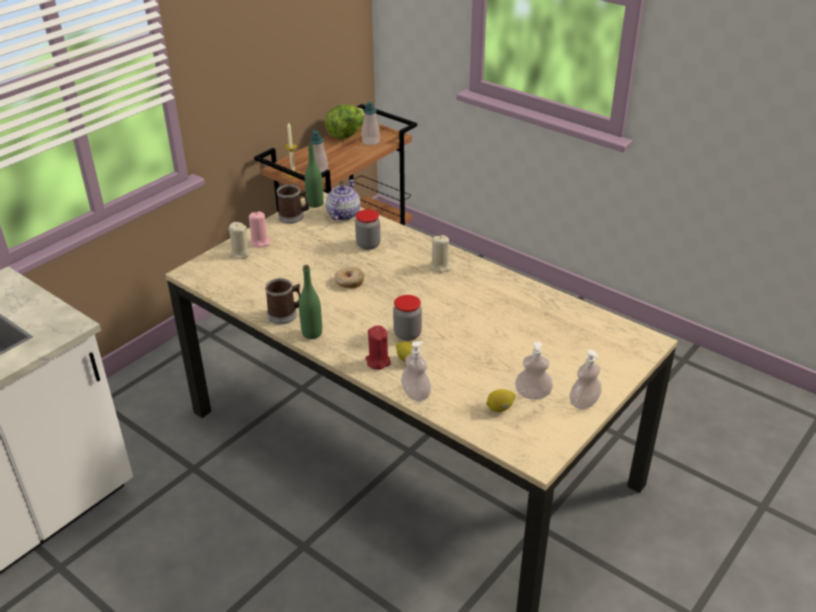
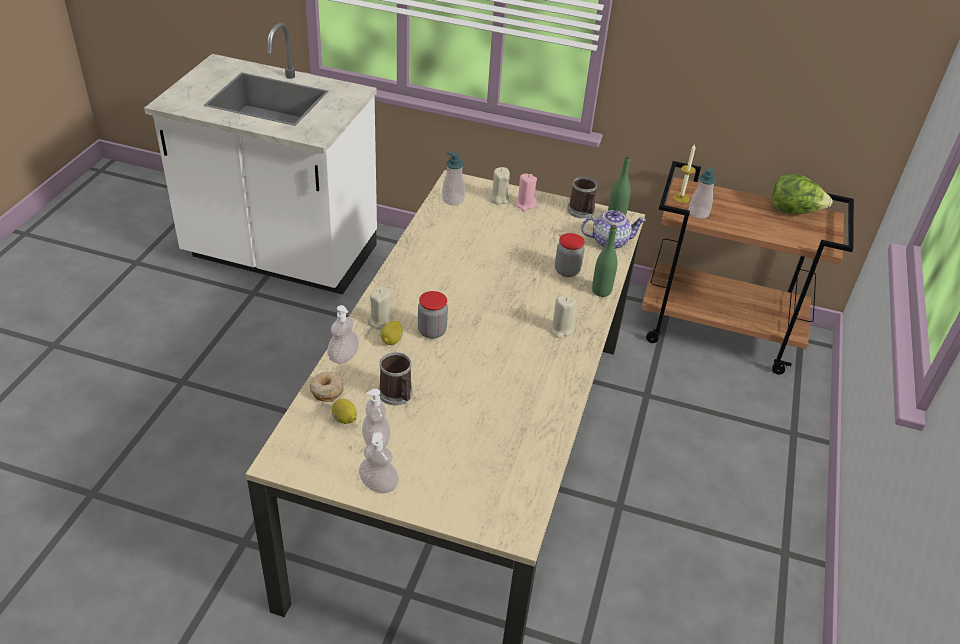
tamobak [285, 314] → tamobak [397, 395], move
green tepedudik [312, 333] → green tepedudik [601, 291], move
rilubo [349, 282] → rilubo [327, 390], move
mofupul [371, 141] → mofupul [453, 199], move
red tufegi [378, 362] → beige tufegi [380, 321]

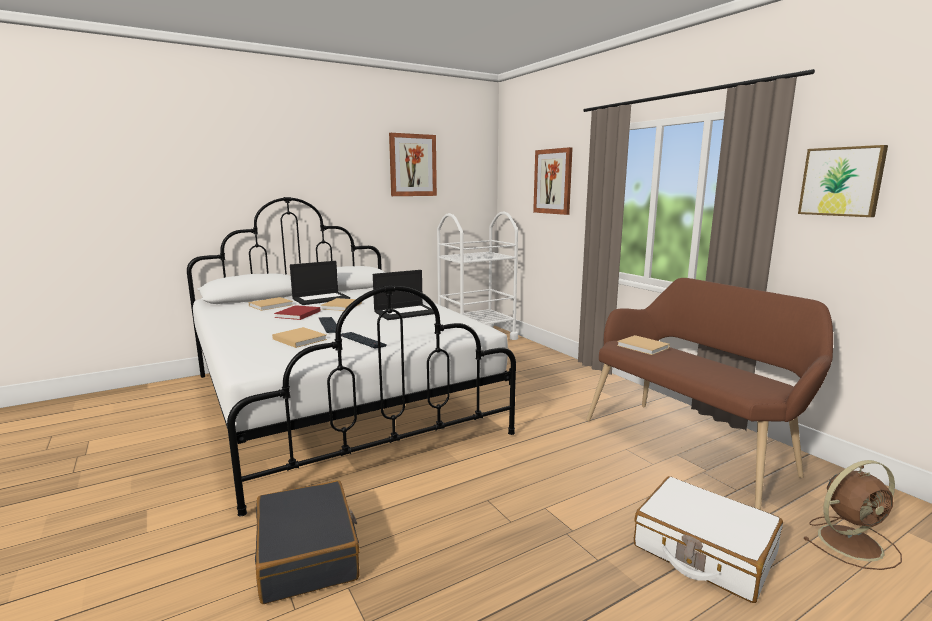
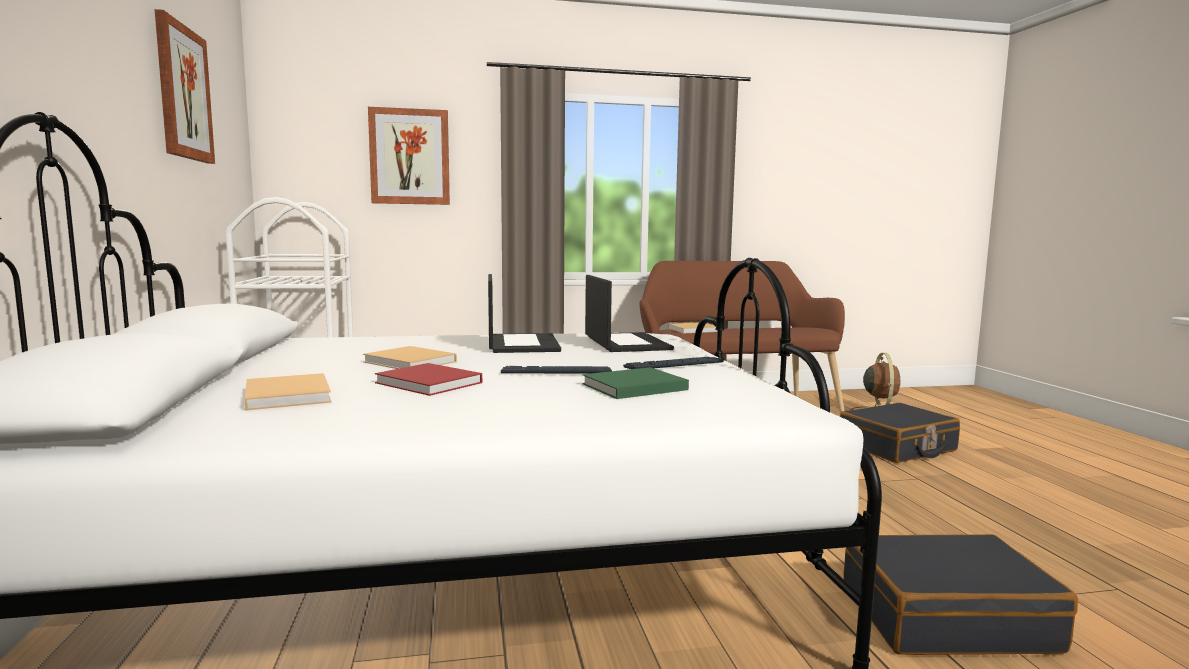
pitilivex [842, 181] → -
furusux [321, 298] → furusux [625, 343], move
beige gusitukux [299, 339] → green gusitukux [632, 387]
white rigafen [703, 551] → black rigafen [897, 447]

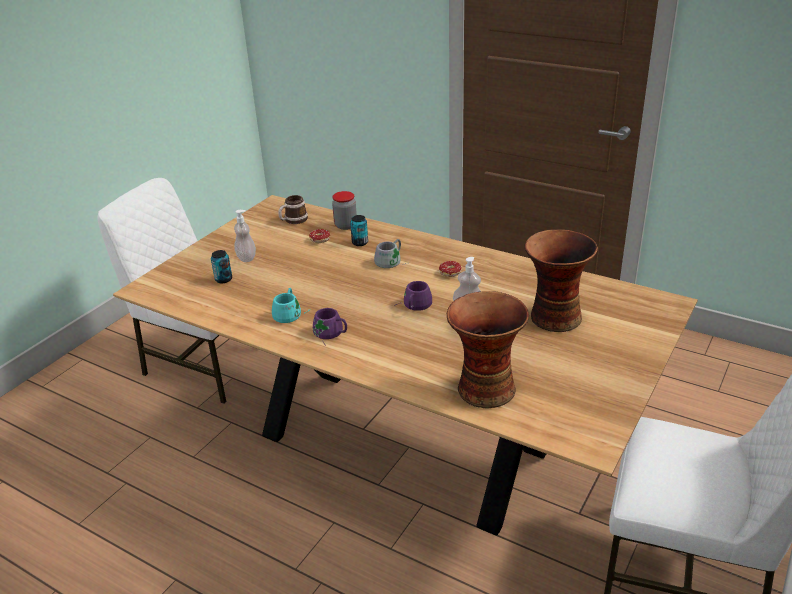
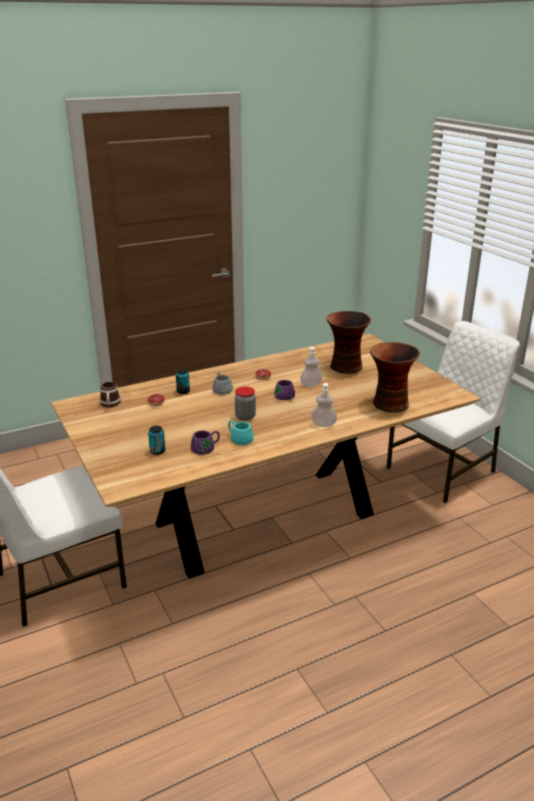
mofupul [246, 258] → mofupul [323, 424], move
purple tamobak [329, 334] → purple tamobak [206, 449], move
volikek [345, 225] → volikek [245, 417], move

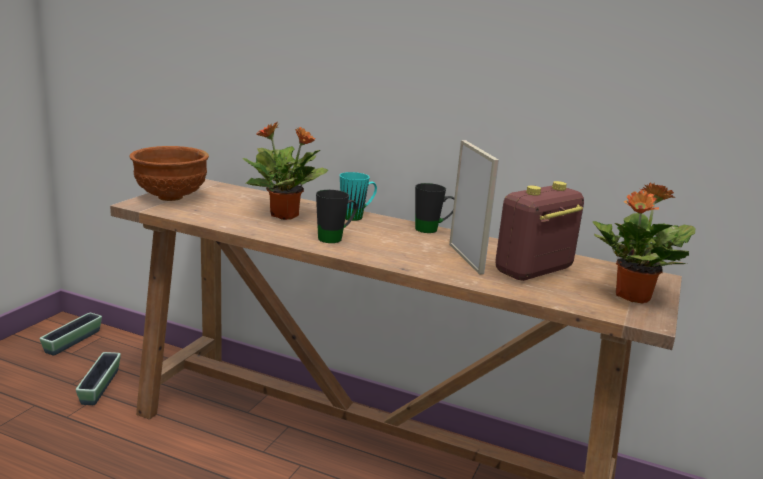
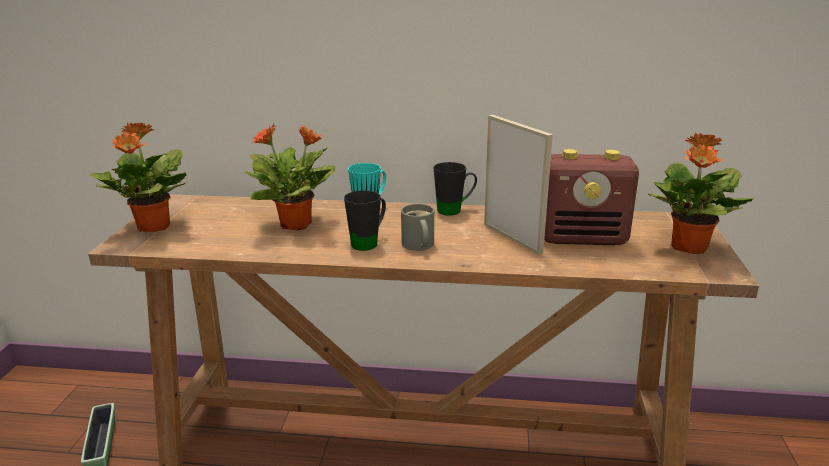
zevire [73, 341] → -
- → grey tamobak [417, 245]
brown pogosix [170, 197] → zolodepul [153, 227]
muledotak [533, 271] → muledotak [583, 239], 120 degrees counterclockwise

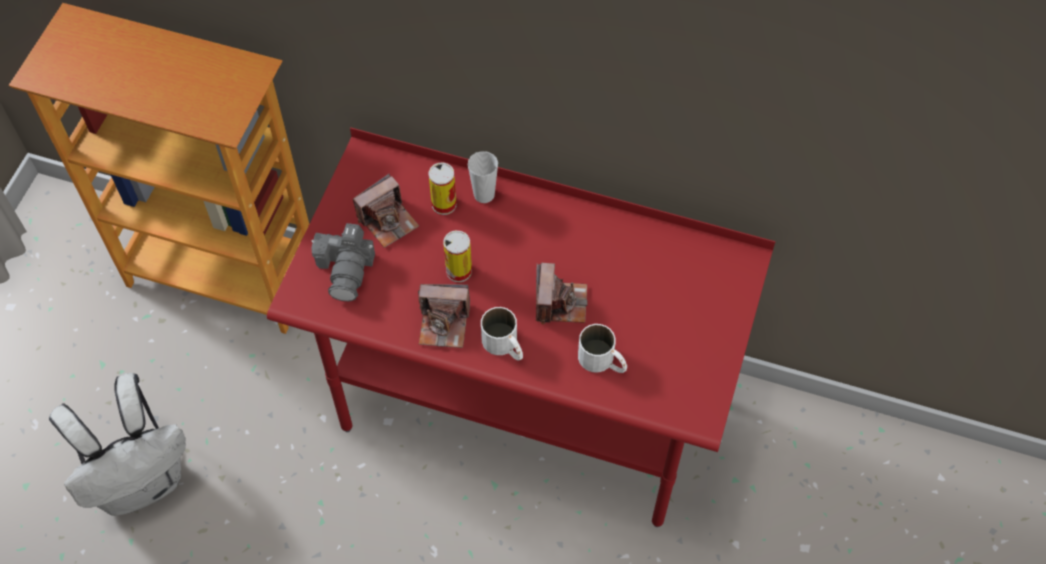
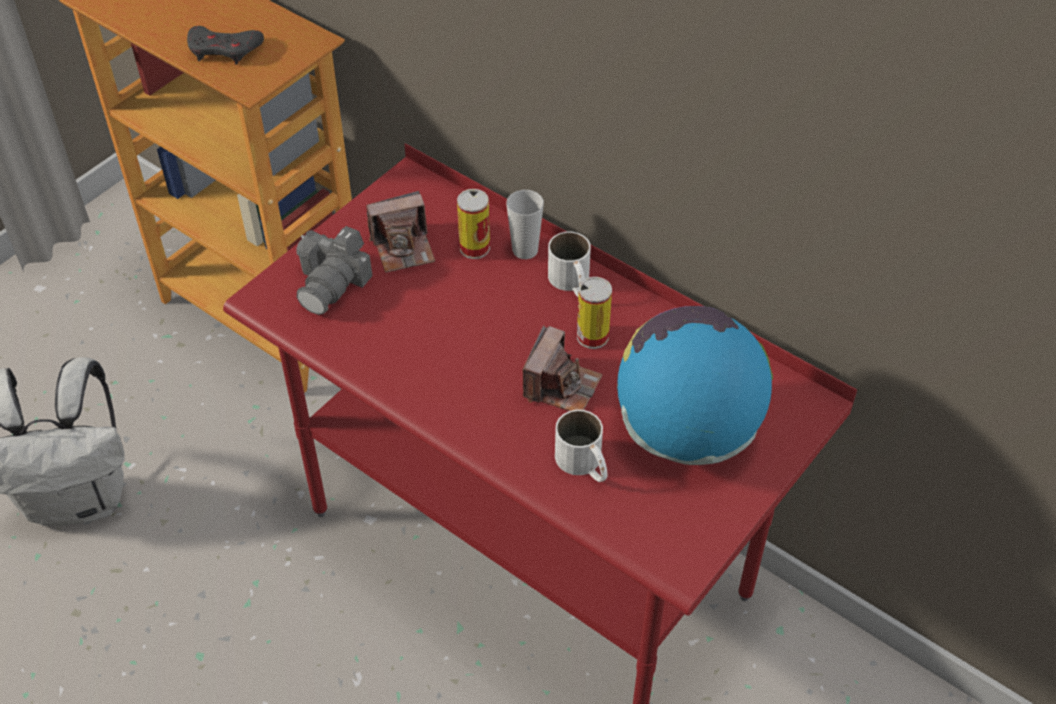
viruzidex [444, 324] → -
- → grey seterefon [224, 49]
- → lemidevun [687, 431]
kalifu [459, 271] → kalifu [592, 336], move
white tamobak [505, 346] → white tamobak [572, 283], move

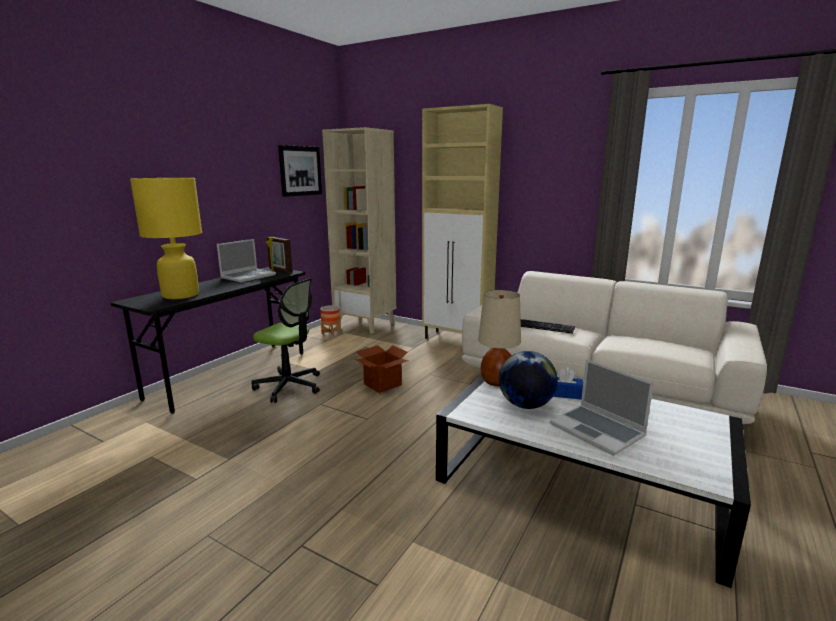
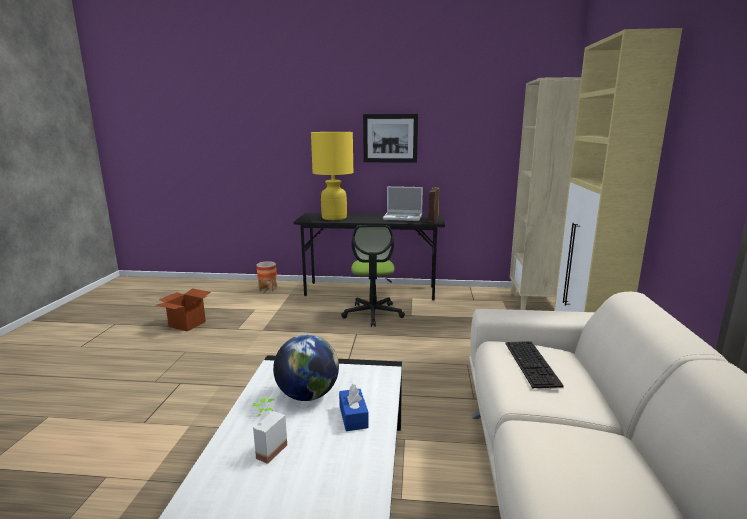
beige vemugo [497, 382] → -
pitilivex [300, 171] → pitilivex [390, 138], move
zevire [331, 333] → zevire [268, 289], move
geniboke [382, 384] → geniboke [187, 324], move
furusux [598, 431] → zolodepul [266, 449]

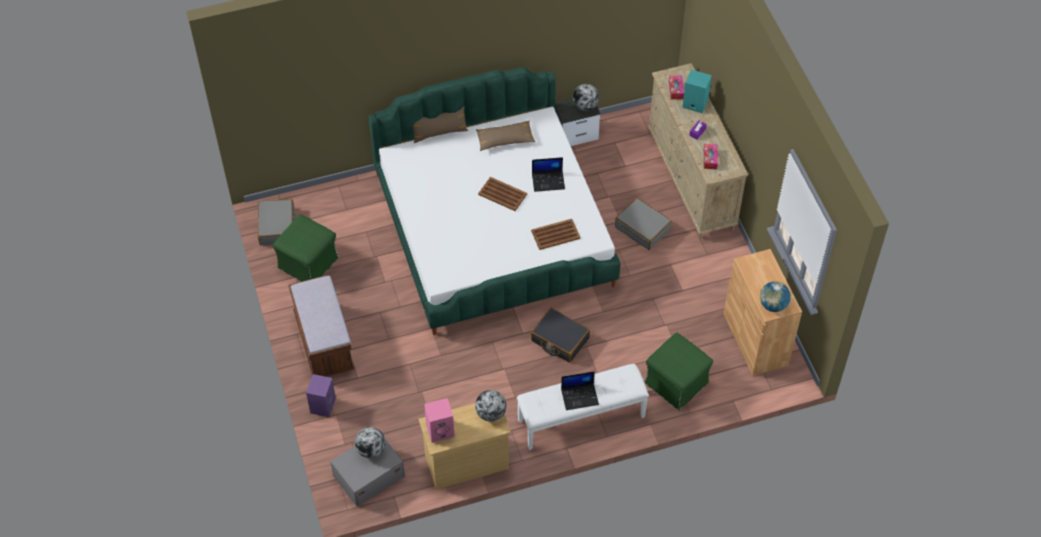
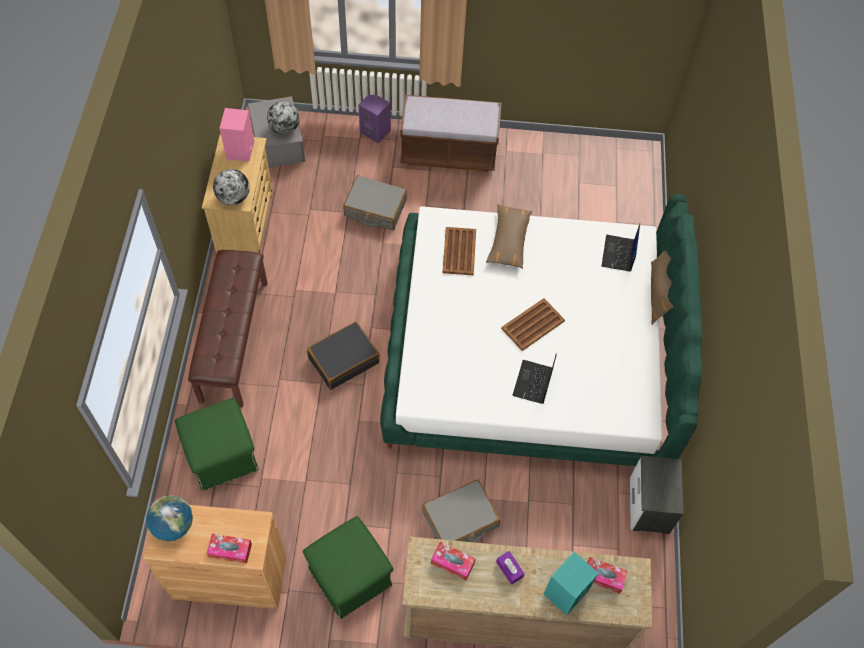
lemidevun [585, 106] → -
- → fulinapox [230, 550]
grey rigafen [277, 227] → grey rigafen [375, 209], move
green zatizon [308, 262] → green zatizon [350, 577], move
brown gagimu [505, 139] → brown gagimu [509, 240], move
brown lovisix [555, 234] → brown lovisix [459, 251], move
furusux [580, 396] → furusux [619, 254], move
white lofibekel [581, 419] → brown lofibekel [233, 340]

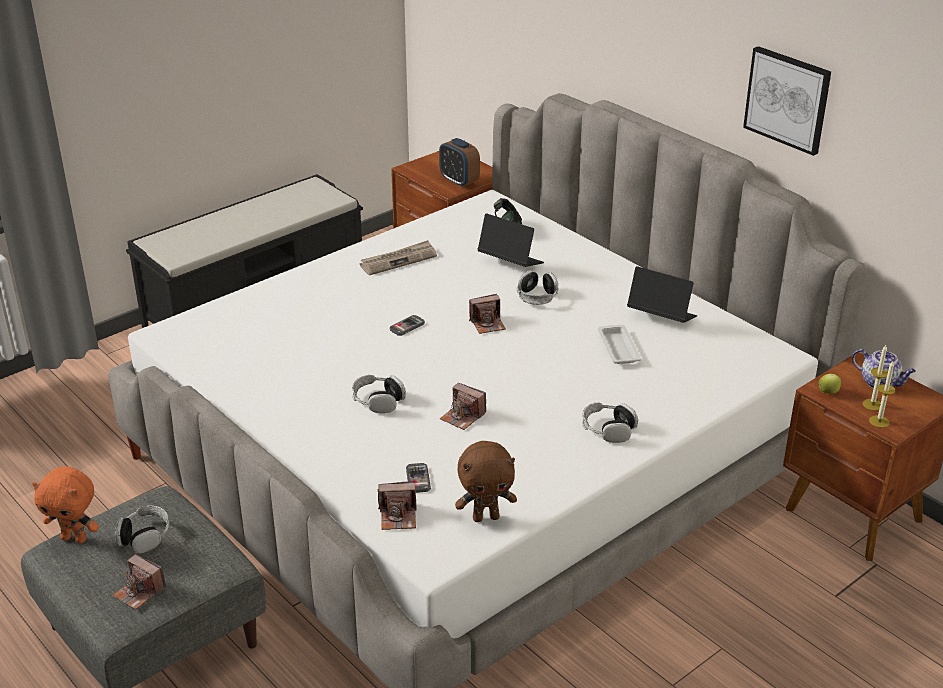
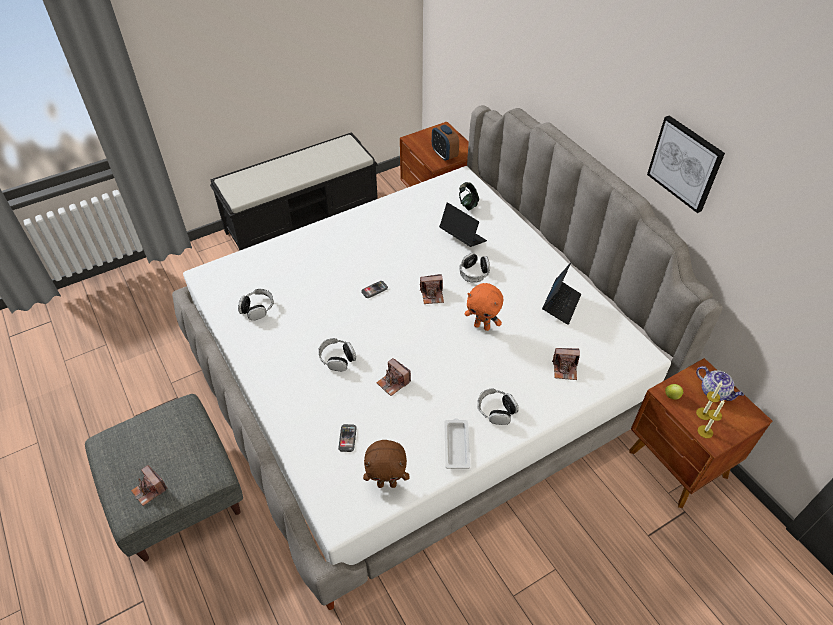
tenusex [398, 260] → -
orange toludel [75, 538] → orange toludel [482, 326], move
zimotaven [144, 536] → zimotaven [257, 308], move
viruzidex [398, 516] → viruzidex [565, 369], move
white lovisix [618, 347] → white lovisix [456, 445], move
furusux [661, 317] → furusux [561, 304], 75 degrees clockwise

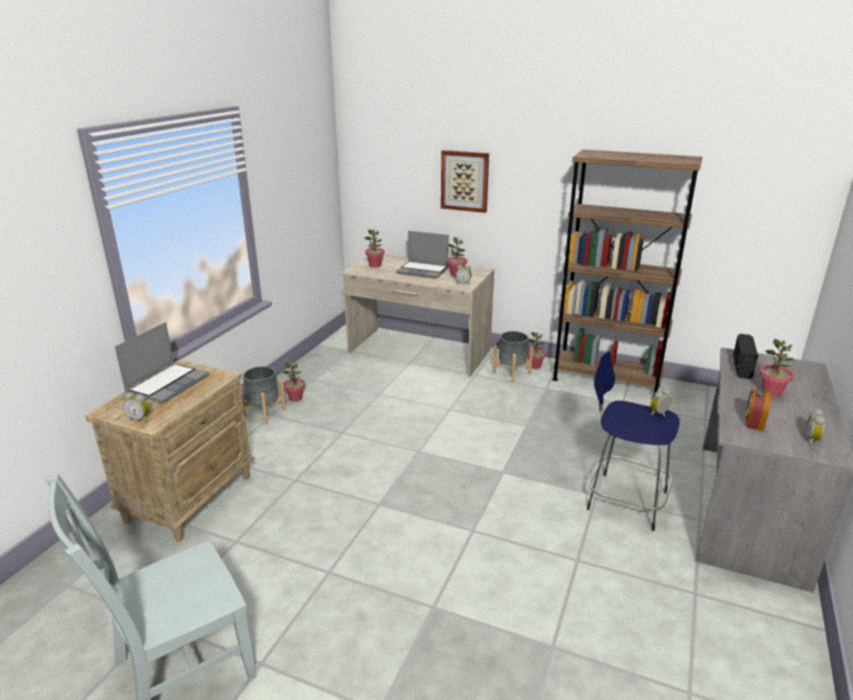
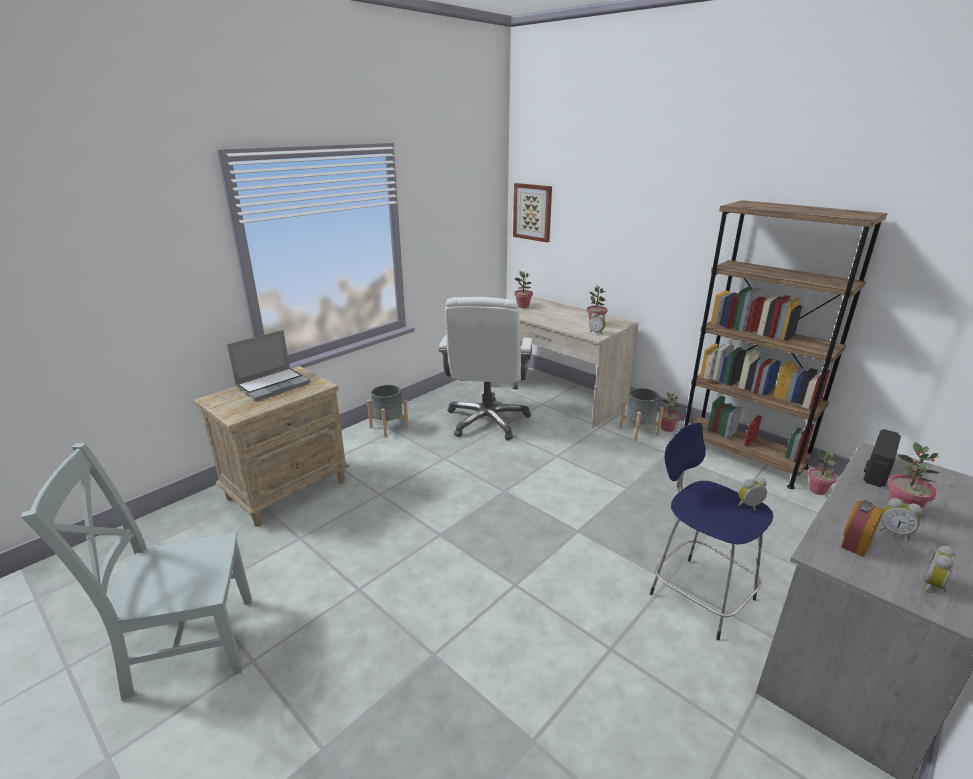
furusux [423, 271] → -
- → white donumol [487, 420]
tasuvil [140, 419] → tasuvil [894, 532], move
zolodepul [295, 398] → zolodepul [817, 490], move
pitilivex [465, 181] → pitilivex [533, 212], move

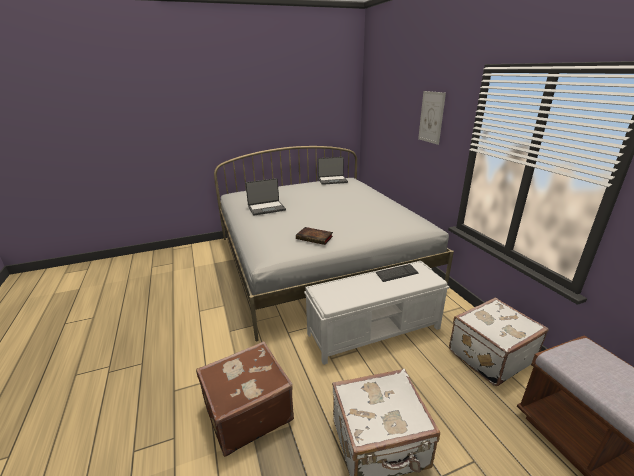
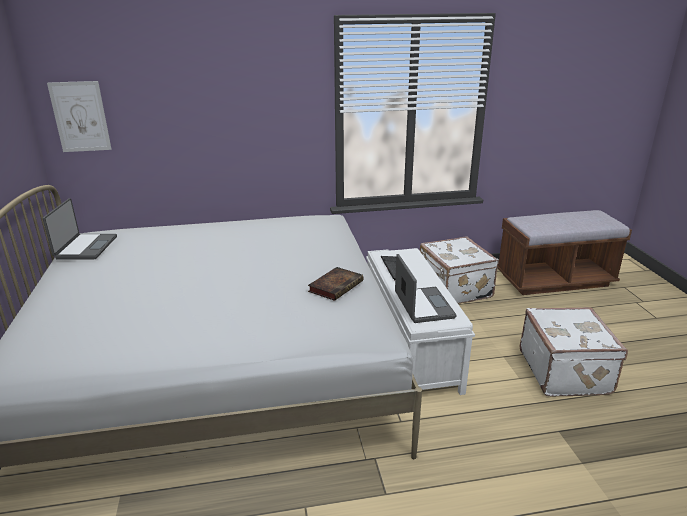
brown rigafen [247, 412] → -
furusux [266, 208] → furusux [422, 306], move
pitilivex [431, 117] → pitilivex [80, 117], move

